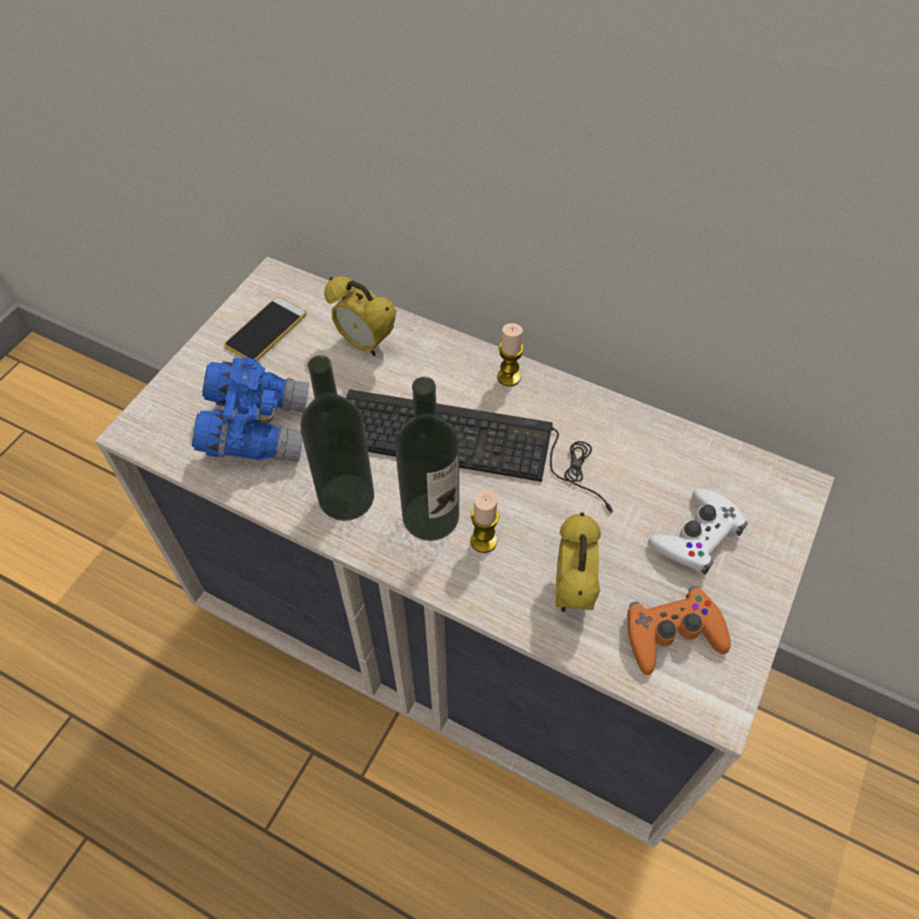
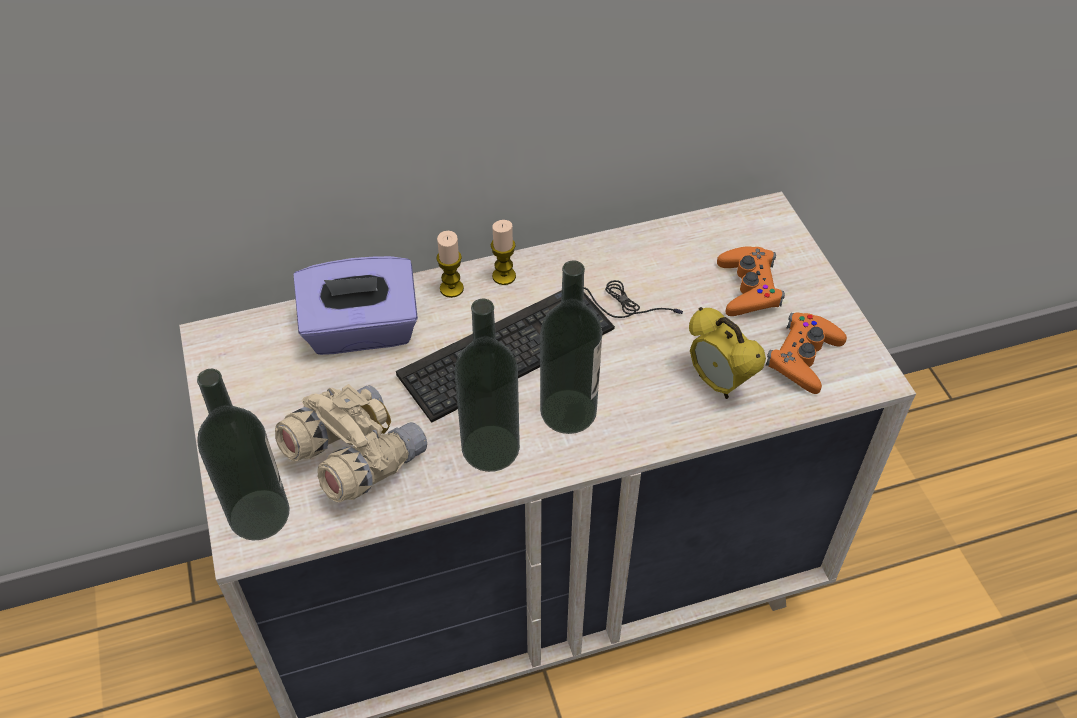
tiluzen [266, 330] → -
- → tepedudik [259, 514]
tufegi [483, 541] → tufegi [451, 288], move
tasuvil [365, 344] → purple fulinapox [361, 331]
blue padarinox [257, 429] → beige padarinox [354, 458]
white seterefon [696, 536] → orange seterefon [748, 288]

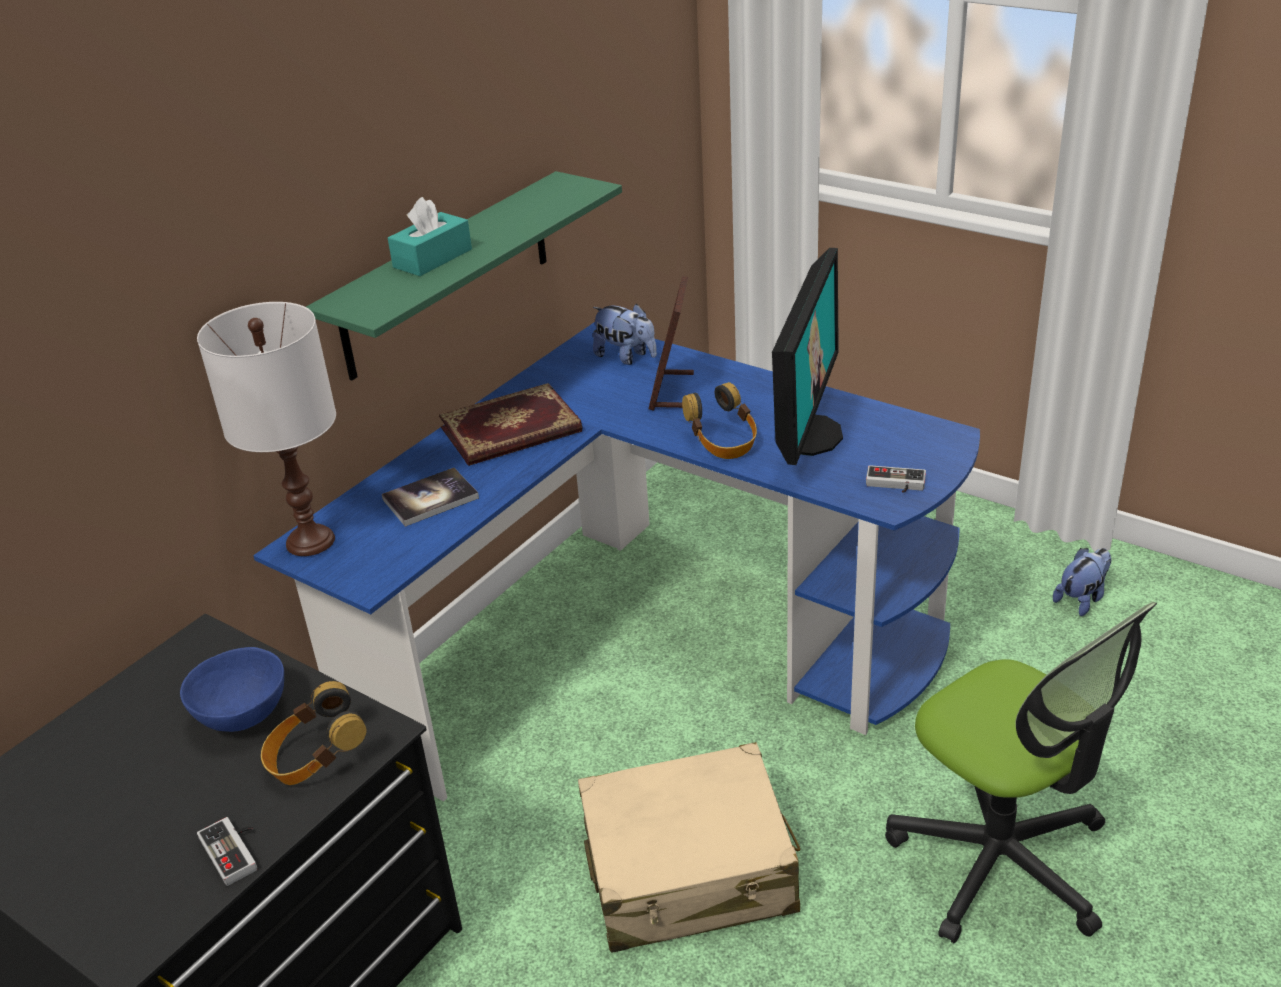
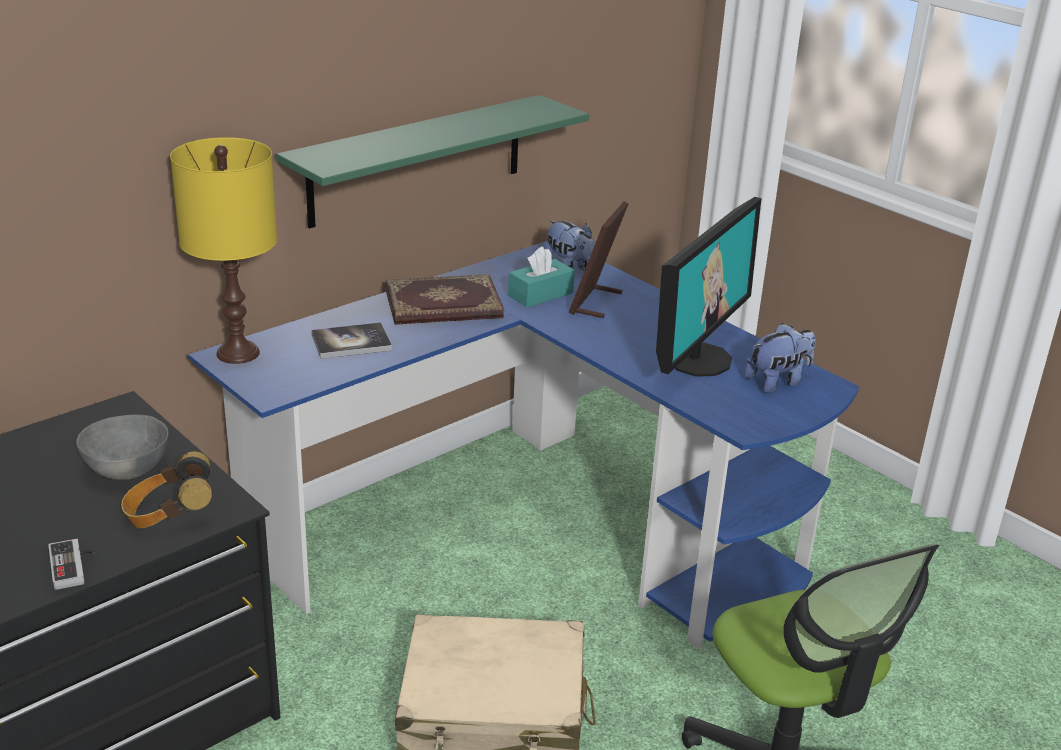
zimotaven [722, 443] → -
seterefon [895, 485] → -
turquoise fulinapox [432, 258] → turquoise fulinapox [540, 294], move
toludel [1082, 599] → toludel [778, 382], move
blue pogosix [241, 716] → grey pogosix [125, 471]
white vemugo [309, 541] → yellow vemugo [237, 353]

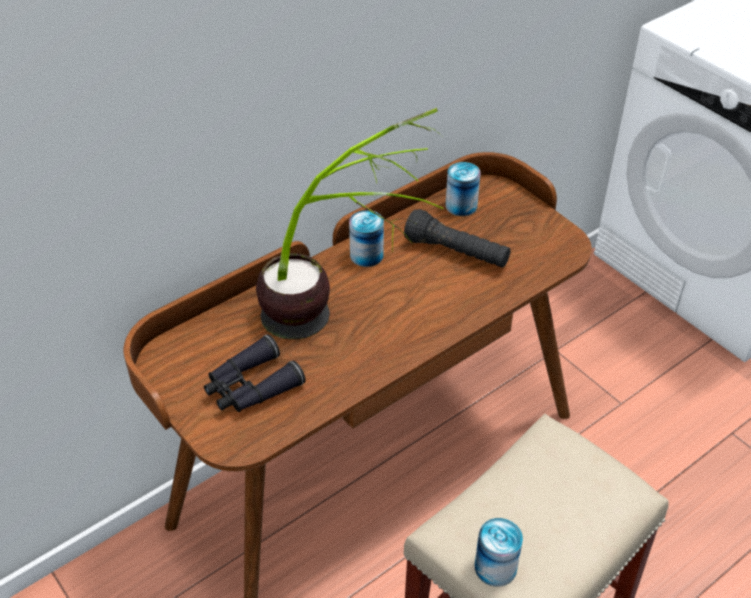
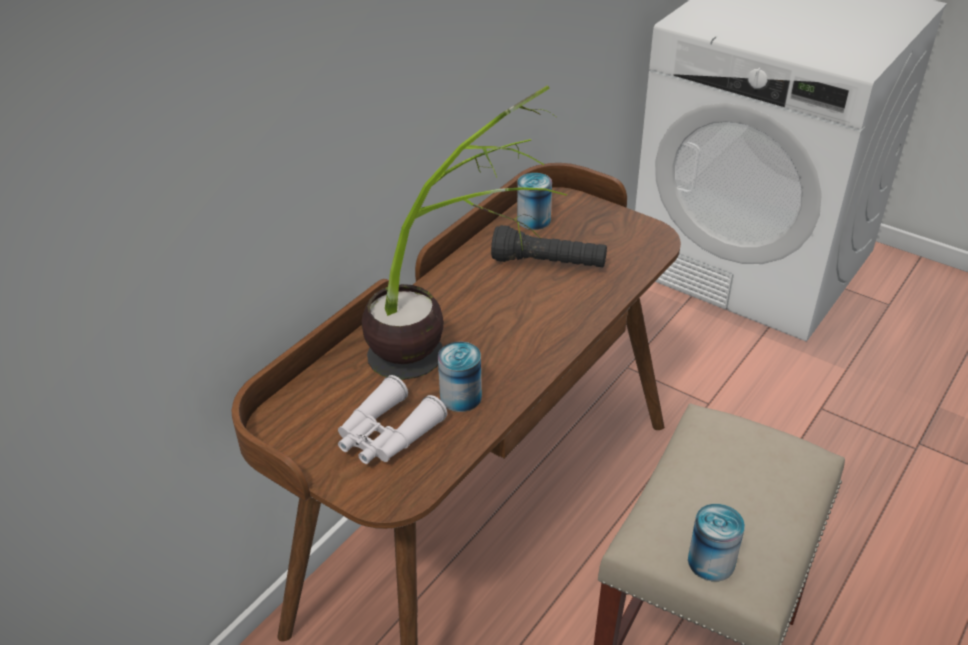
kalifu [366, 255] → kalifu [460, 397], move
black padarinox [251, 386] → white padarinox [387, 435]

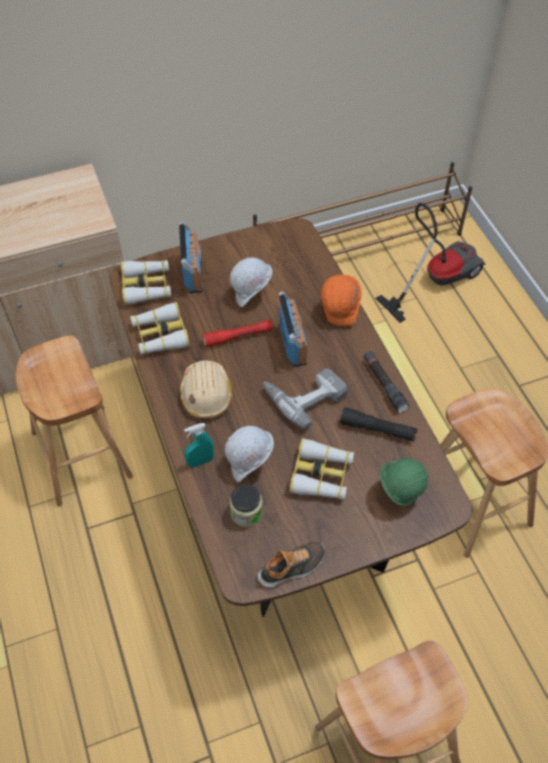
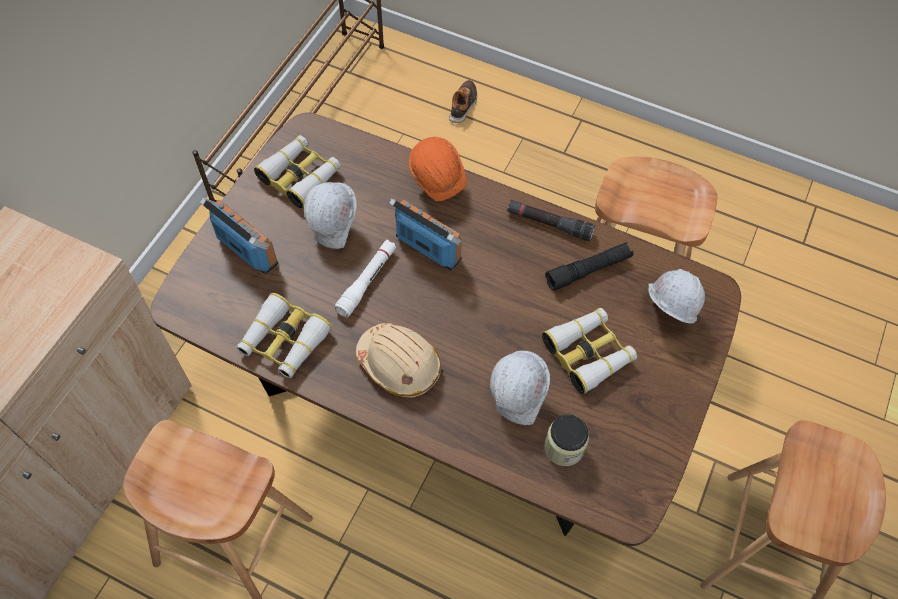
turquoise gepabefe [200, 461] → -
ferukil [304, 396] → -
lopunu [435, 279] → -
padarinox [147, 286] → padarinox [300, 176], move
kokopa [292, 567] → kokopa [463, 105], move
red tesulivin [238, 337] → white tesulivin [367, 281]
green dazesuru [399, 492] → white dazesuru [665, 313]

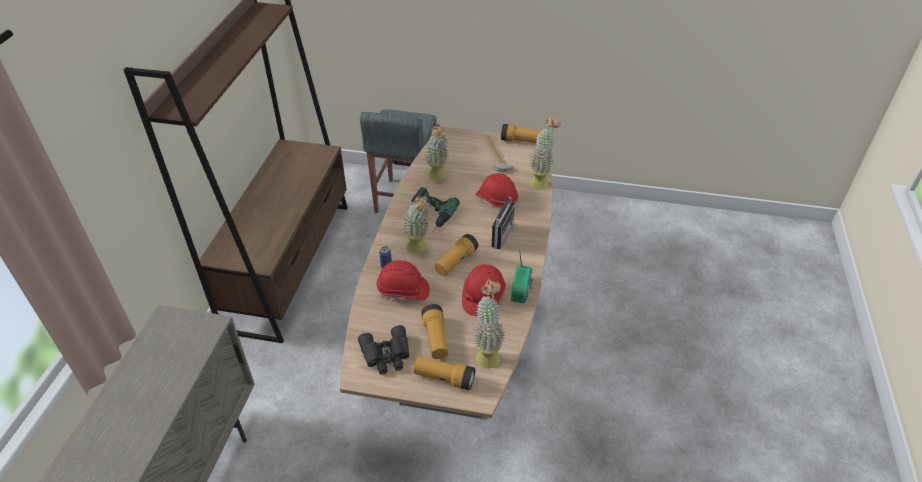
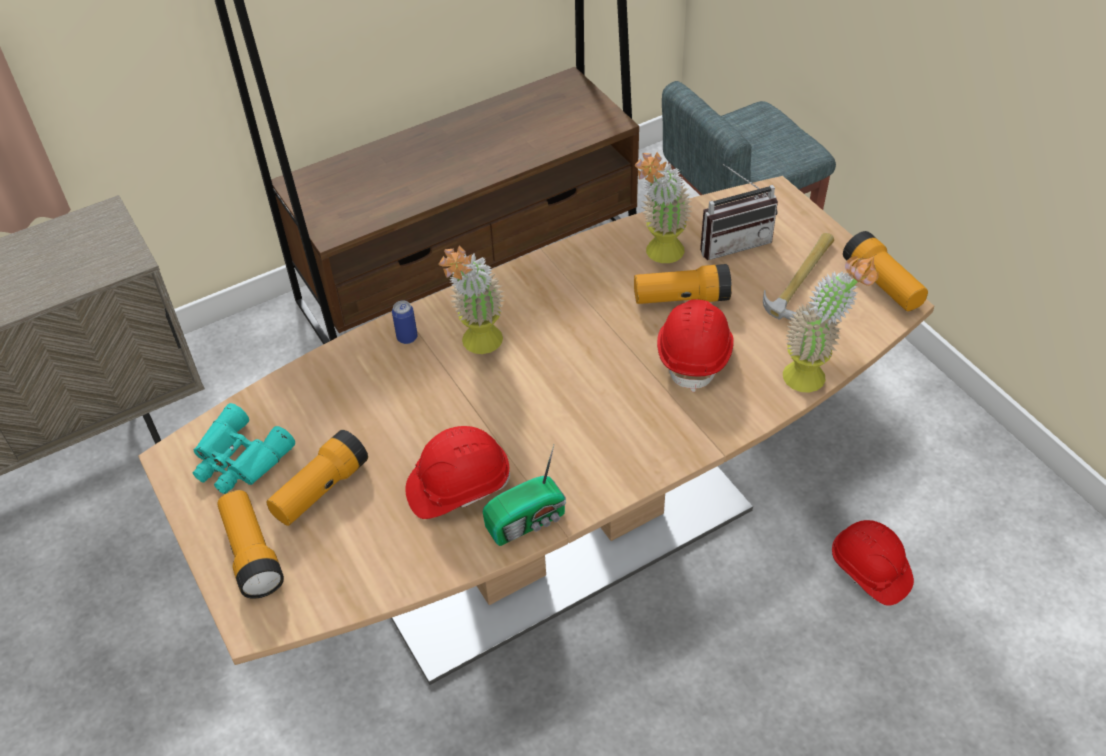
ferukil [429, 215] → -
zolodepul [487, 353] → -
red dazesuru [403, 291] → red dazesuru [869, 571], move
tesulivin [456, 262] → tesulivin [681, 298], move
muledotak [498, 234] → muledotak [733, 242], move
black padarinox [387, 355] → turquoise padarinox [238, 460]

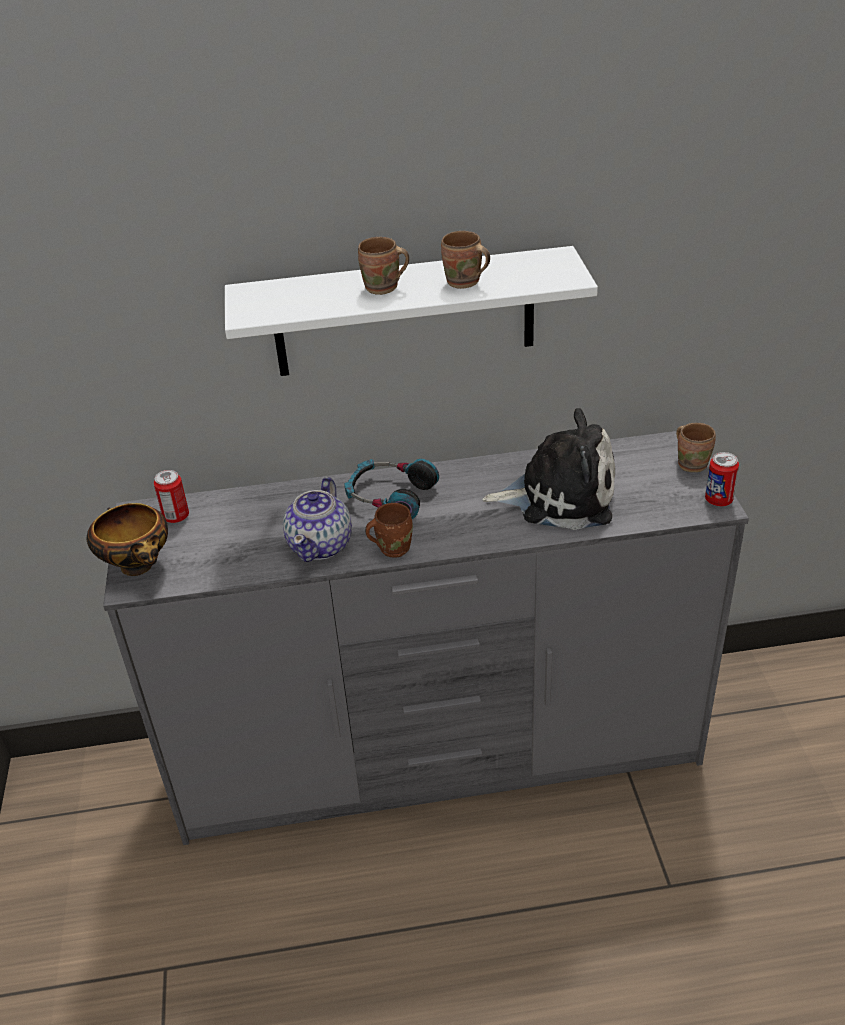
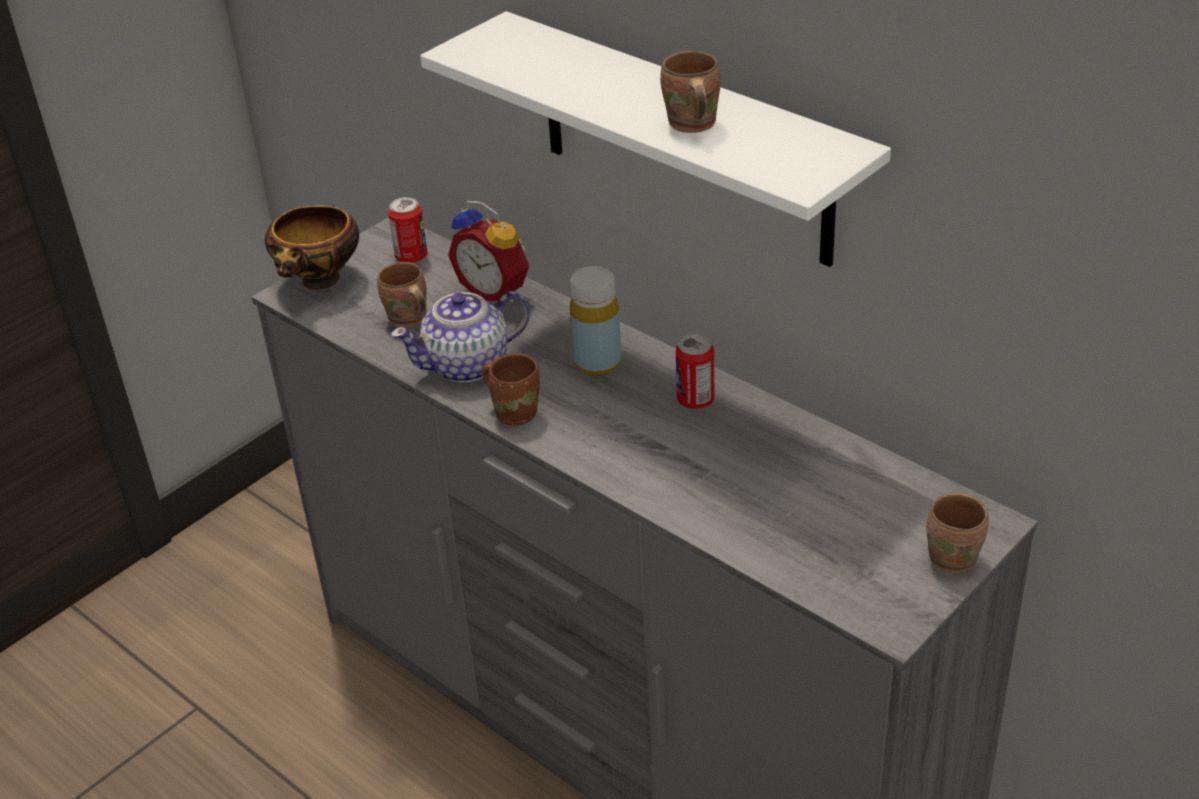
toludel [559, 495] → -
- → tasuvil [496, 290]
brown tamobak [383, 288] → brown tamobak [407, 320], move
kalifu [718, 500] → kalifu [695, 400], move
zimotaven [390, 496] → yellow tepedudik [597, 363]

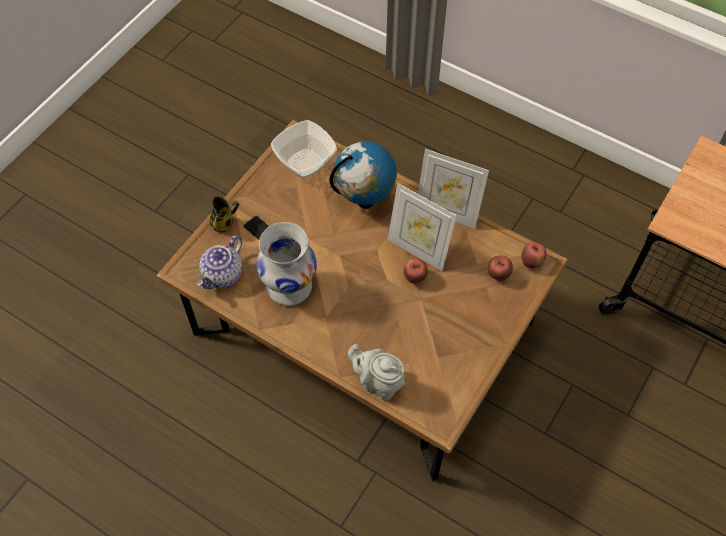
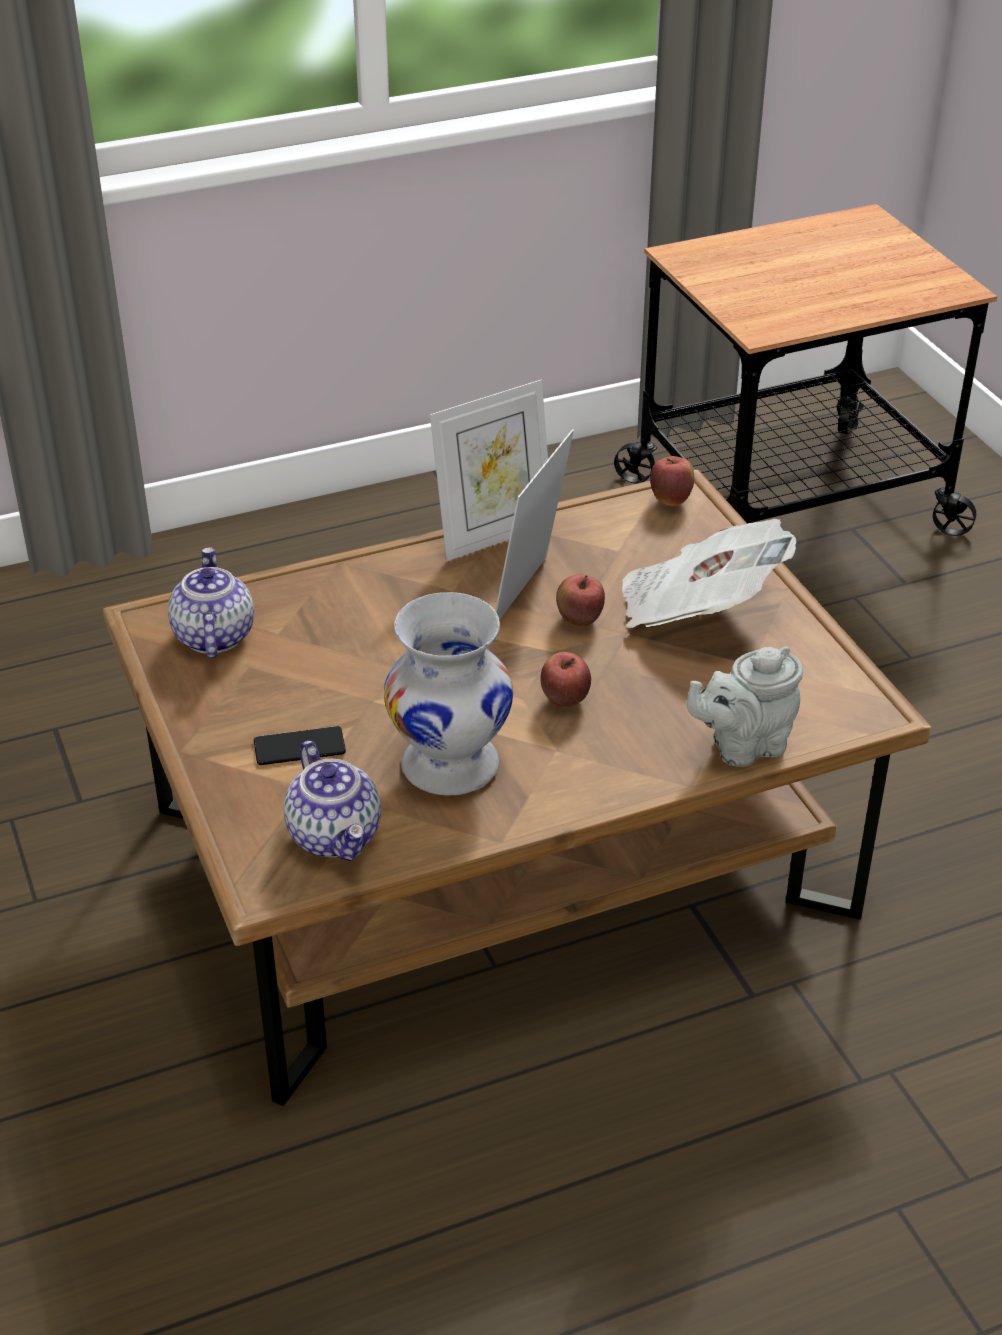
tamobak [224, 222] → -
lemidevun [364, 200] → -
- → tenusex [698, 610]
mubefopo [498, 275] → mubefopo [565, 701], move
pogosix [304, 163] → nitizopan [212, 636]
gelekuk [418, 250] → gelekuk [531, 595], 135 degrees clockwise

